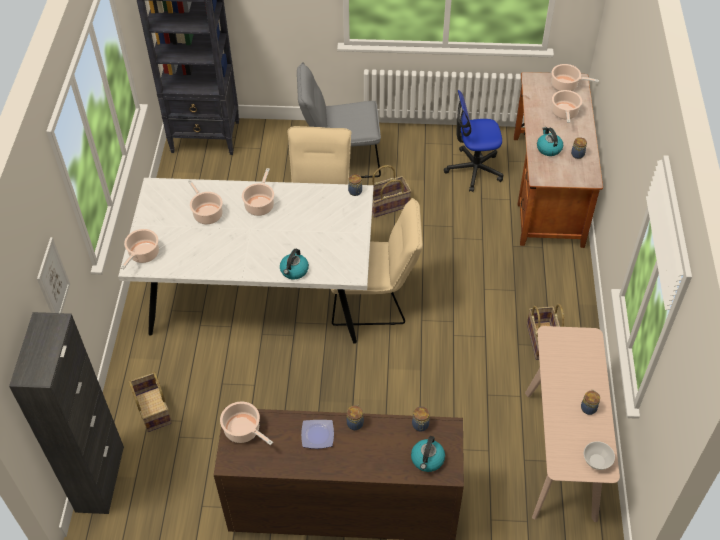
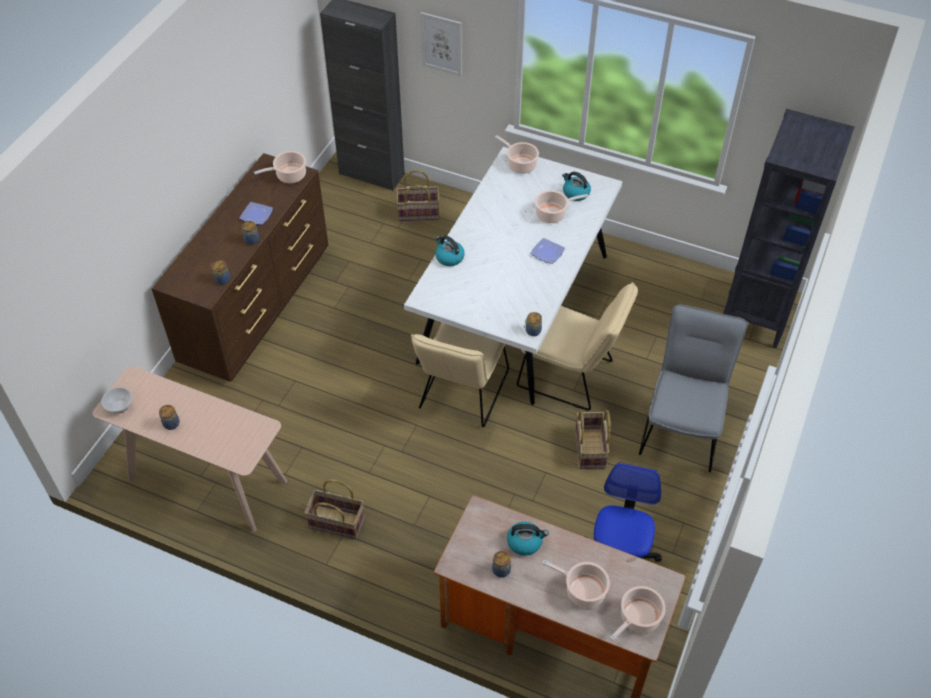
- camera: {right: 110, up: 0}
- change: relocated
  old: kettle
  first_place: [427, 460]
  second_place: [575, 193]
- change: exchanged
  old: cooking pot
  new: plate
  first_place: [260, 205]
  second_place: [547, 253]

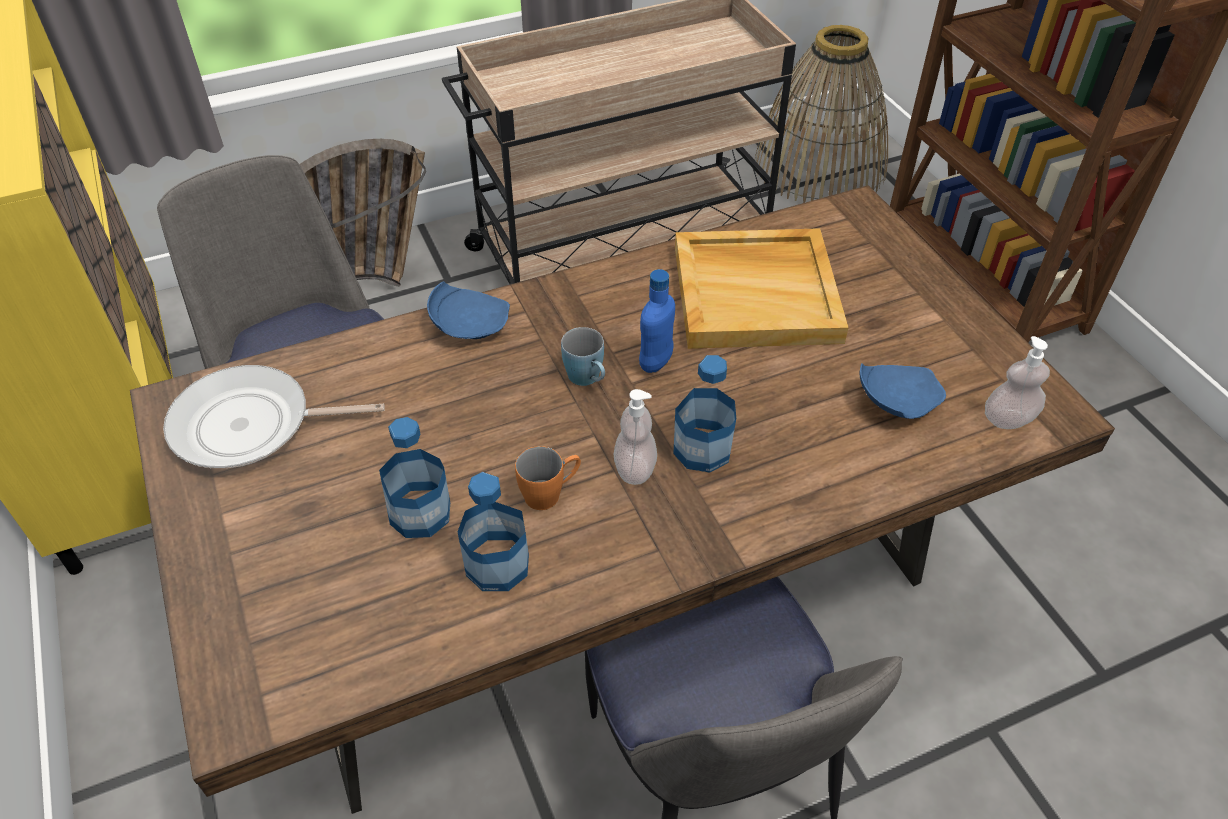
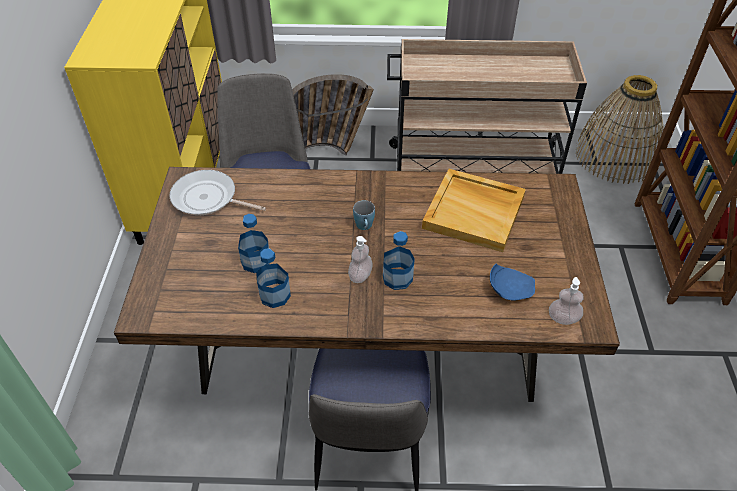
- camera: {right: 25, up: 0}
- change: missing
  old: plate (blue)
  first_place: [469, 324]
- change: missing
  old: mug (orange)
  first_place: [550, 493]
- change: missing
  old: bottle (blue)
  first_place: [656, 362]

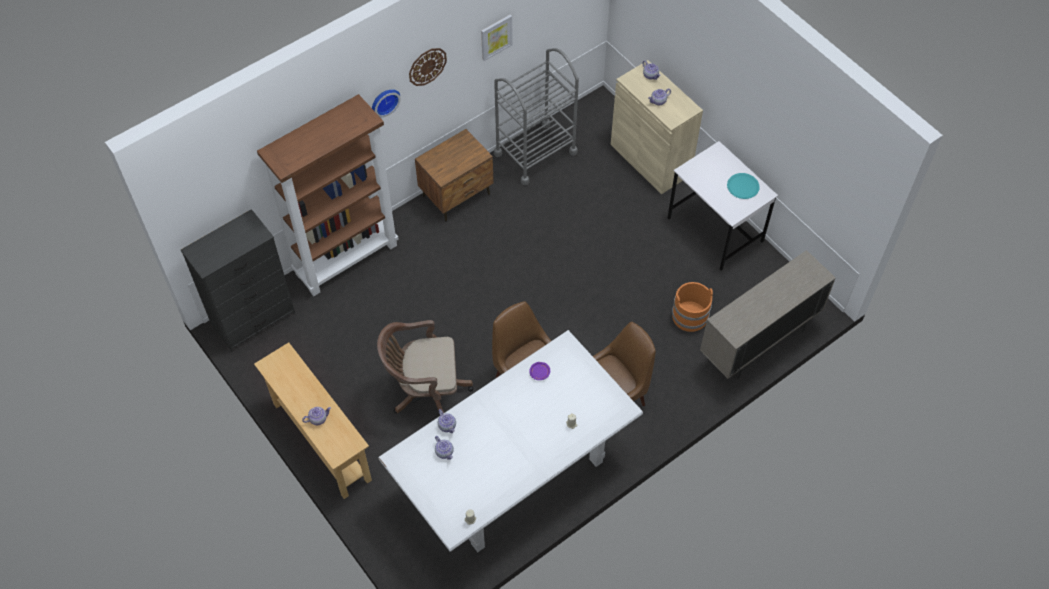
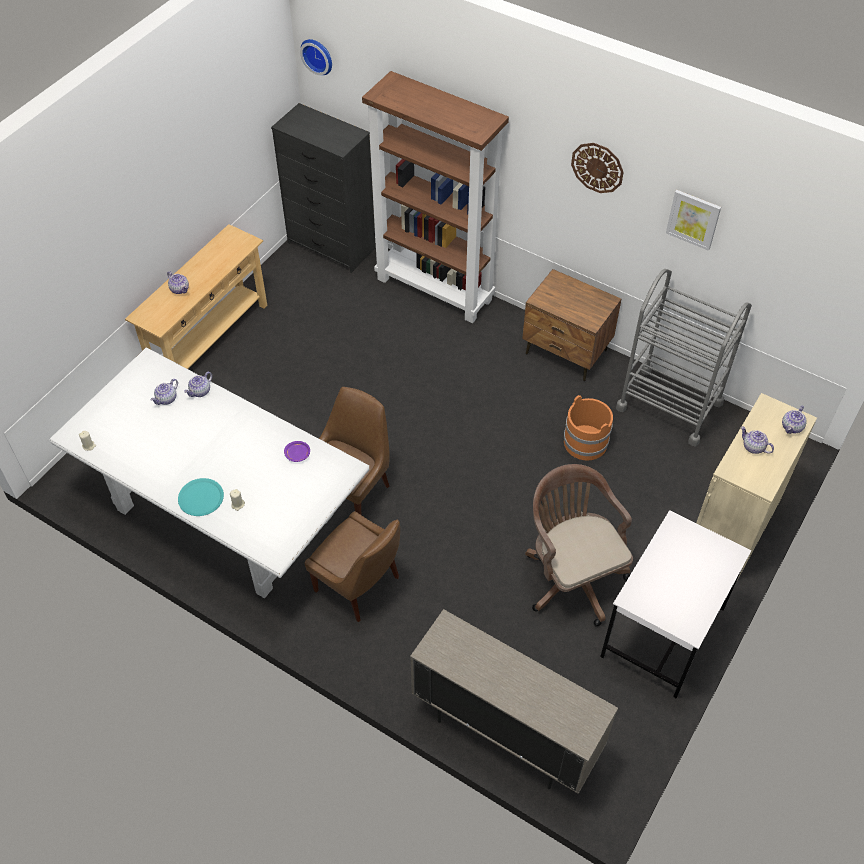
- camera: {right: 70, up: -5}
- change: relocated
  old: wall clock
  first_place: [384, 101]
  second_place: [318, 55]
- change: relocated
  old: office chair (brown)
  first_place: [425, 390]
  second_place: [571, 576]
- change: relocated
  old: bucket (orange)
  first_place: [690, 316]
  second_place: [585, 442]
- change: relocated
  old: plate (turquoise)
  first_place: [743, 186]
  second_place: [201, 498]

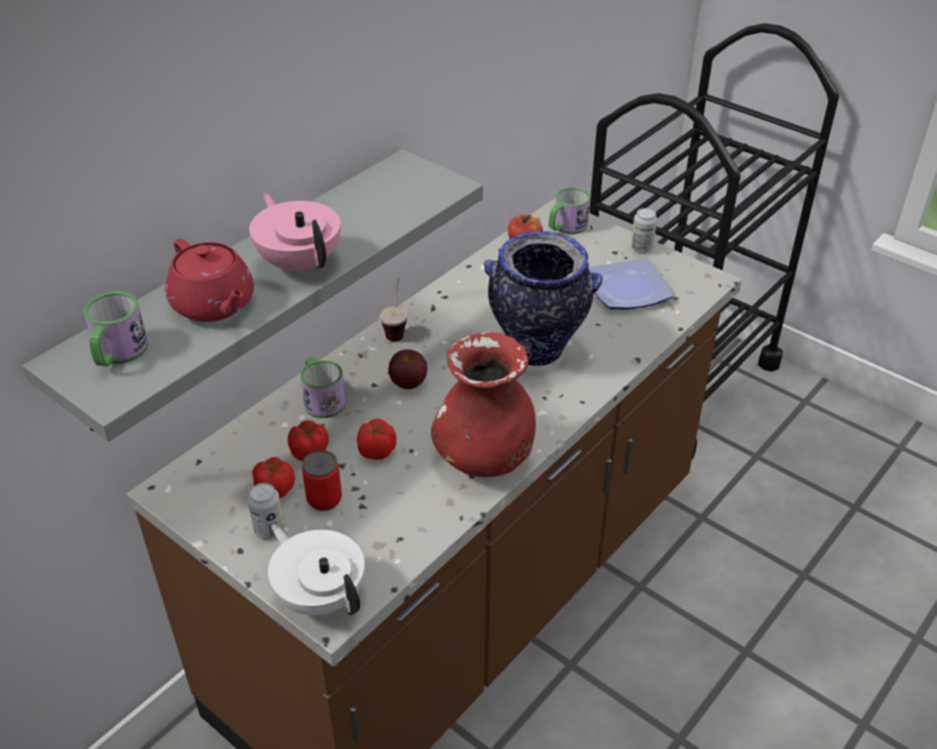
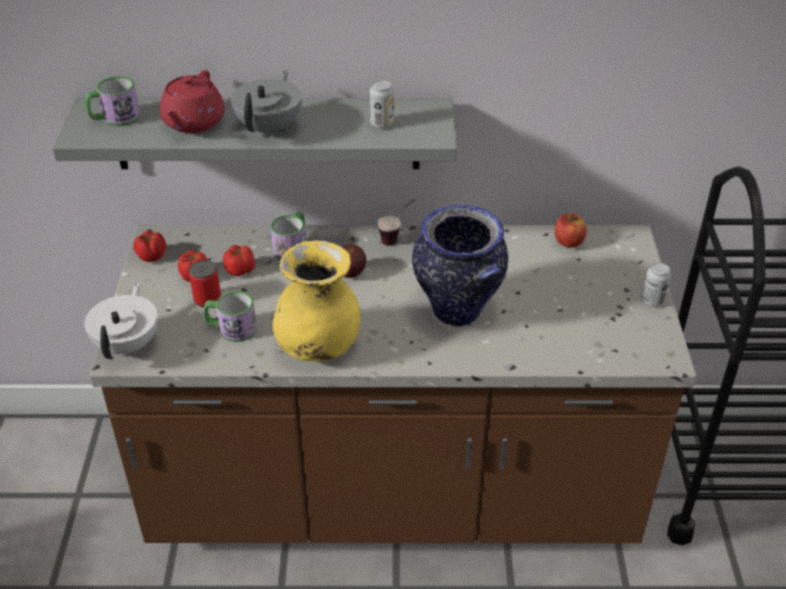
- camera: {right: 50, up: 0}
- change: missing
  old: plate
  first_place: [626, 290]
- change: relocated
  old: can
  first_place: [269, 530]
  second_place: [381, 123]
- change: relocated
  old: tomato
  first_place: [376, 451]
  second_place: [151, 256]
- change: relocated
  old: mug
  first_place: [566, 227]
  second_place: [231, 328]
- change: colour
  old: teapot (pink)
  new: teapot (grey)
  first_place: [300, 263]
  second_place: [270, 128]
- change: colour
  old: vase (red)
  new: vase (yellow)
  first_place: [484, 457]
  second_place: [318, 346]

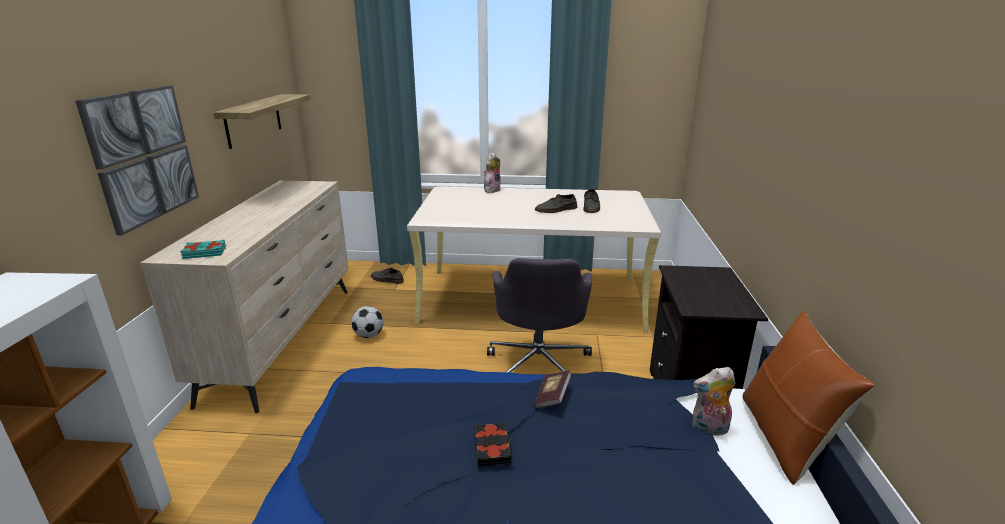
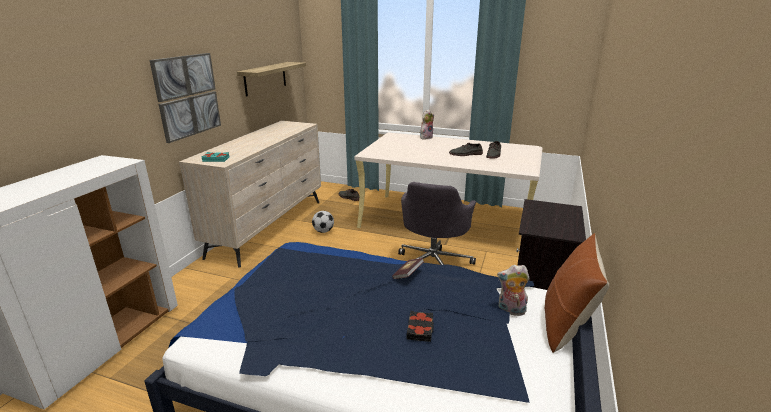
- camera: {right: 15, up: 0}
- change: relocated
  old: book (black)
  first_place: [493, 448]
  second_place: [420, 329]

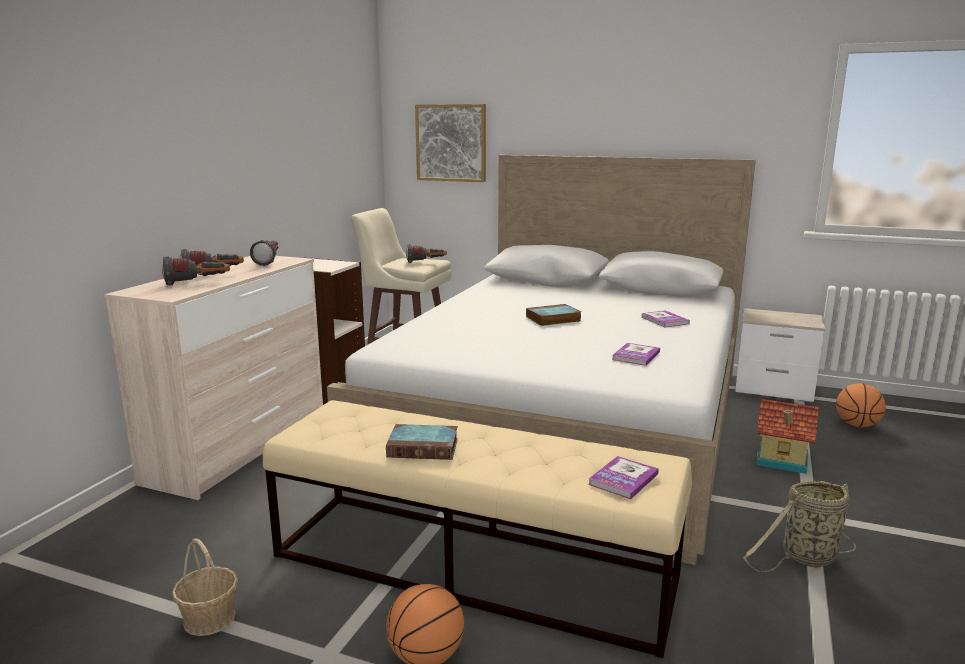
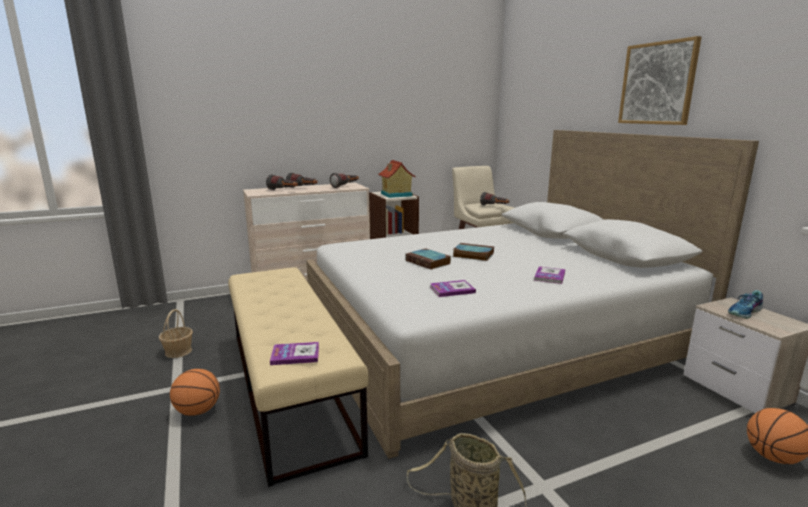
- camera: {right: 45, up: 0}
- change: appeared
  new: shoe
  second_place: [745, 312]
- change: relocated
  old: book
  first_place: [424, 447]
  second_place: [428, 262]
- change: relocated
  old: picture
  first_place: [451, 143]
  second_place: [657, 83]
- change: relocated
  old: toy house
  first_place: [782, 460]
  second_place: [395, 195]

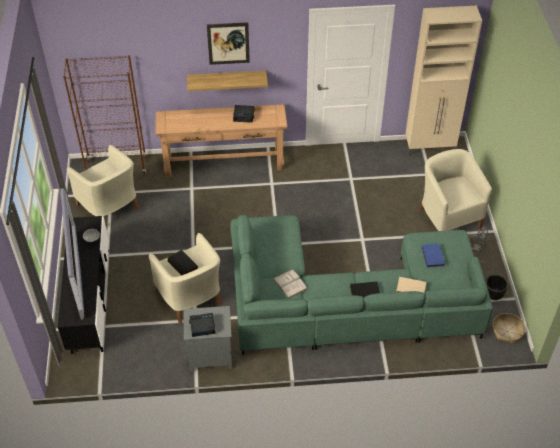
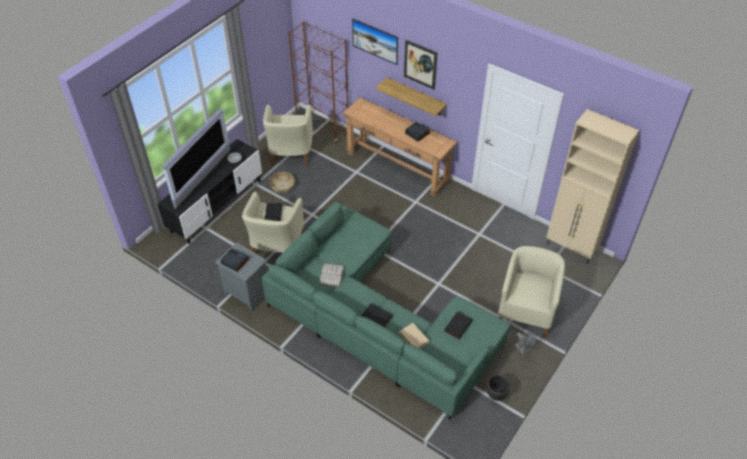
- camera: {right: 40, up: 0}
- change: appeared
  new: picture
  second_place: [375, 48]
- change: relocated
  old: basket
  first_place: [507, 331]
  second_place: [282, 185]
- change: colour
  old: book (blue)
  new: book (black)
  first_place: [432, 256]
  second_place: [457, 325]

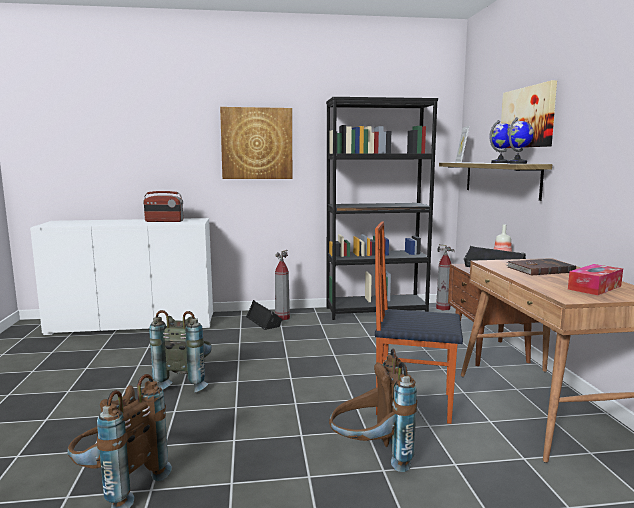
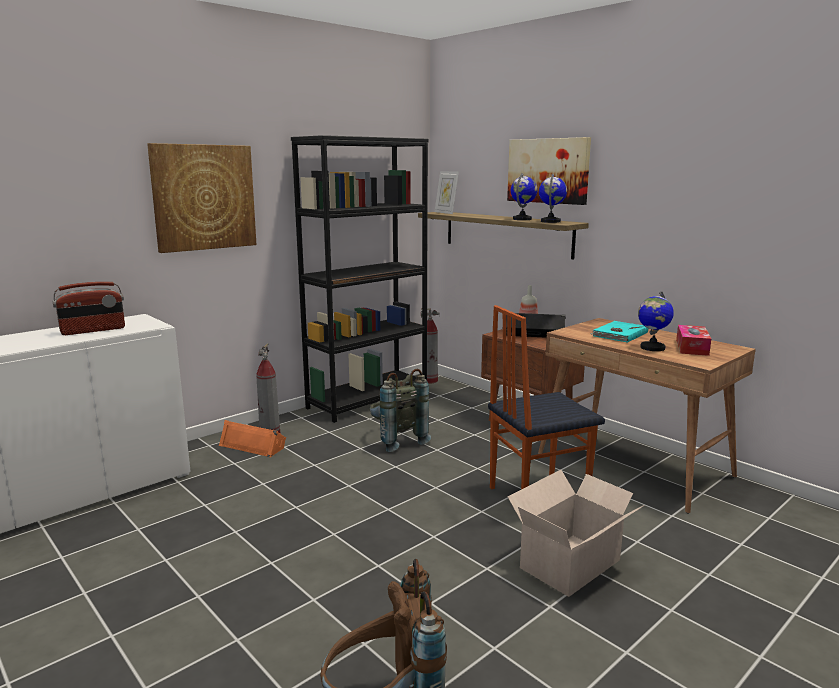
- camera: {right: -35, up: 5}
- change: appeared
  new: globe
  second_place: [652, 348]
- change: relocated
  old: backpack (grey)
  first_place: [186, 381]
  second_place: [396, 440]
- change: exchanged
  old: backpack (brown)
  new: cardboard box
  first_place: [371, 457]
  second_place: [572, 563]
- change: colour
  old: speaker (black)
  new: speaker (orange)
  first_place: [264, 321]
  second_place: [253, 445]
- change: colour
  old: book (brown)
  new: book (turquoise)
  first_place: [539, 269]
  second_place: [619, 334]

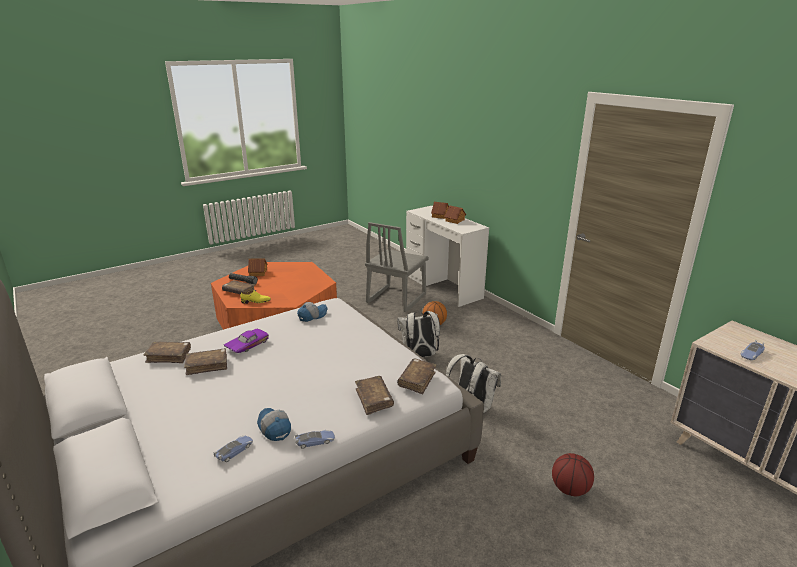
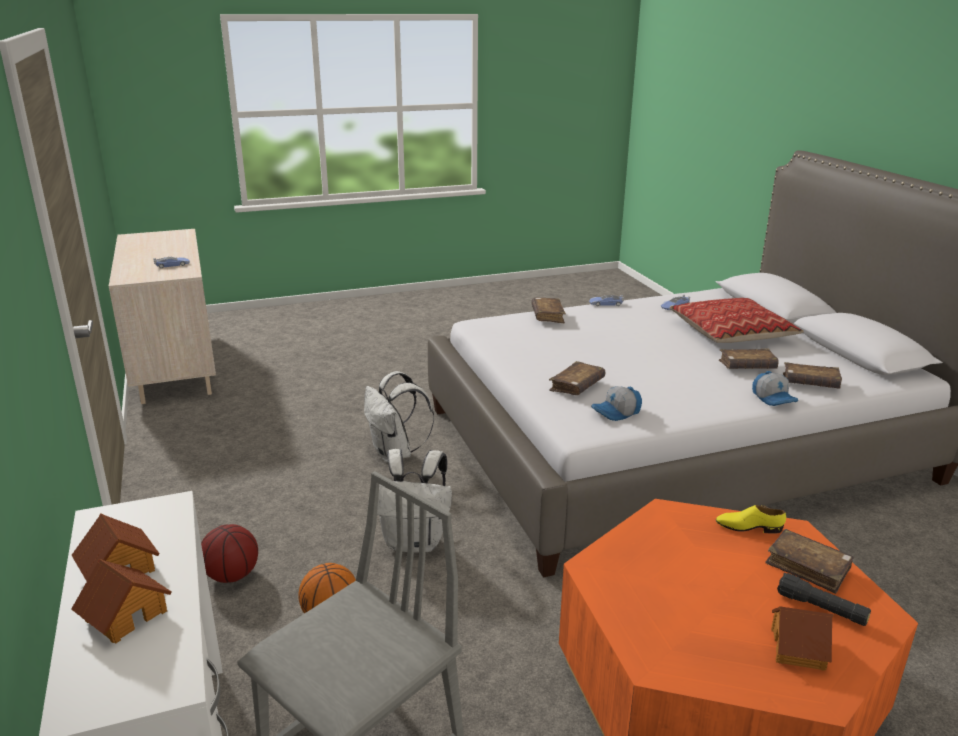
- camera: {right: -165, up: 0}
- change: missing
  old: toy car (purple)
  first_place: [246, 345]
- change: appeared
  new: pillow
  second_place: [732, 332]
- change: relocated
  old: cap
  first_place: [273, 428]
  second_place: [774, 398]
- change: relocated
  old: book (brown)
  first_place: [417, 380]
  second_place: [576, 386]
- change: relocated
  old: basketball
  first_place: [569, 489]
  second_place: [232, 576]

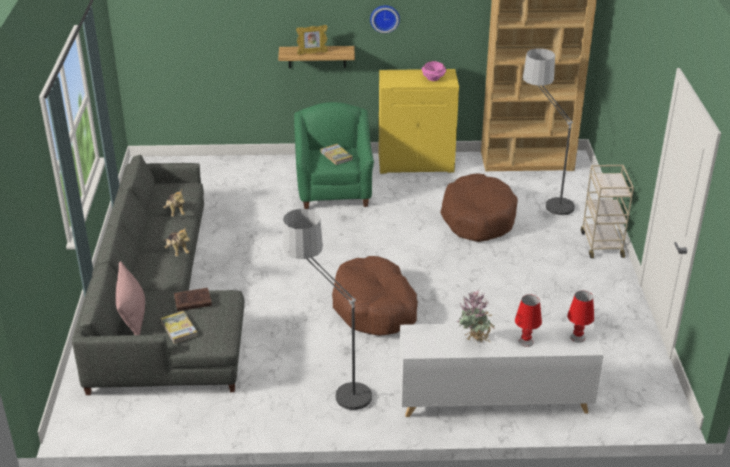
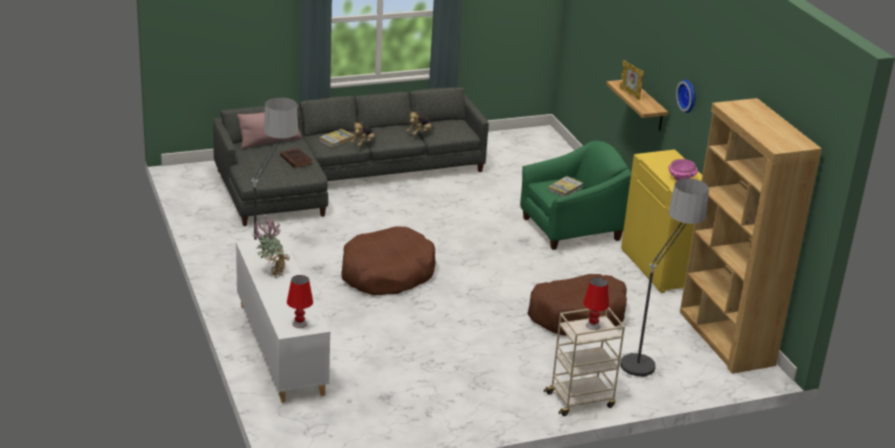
- camera: {right: 70, up: -5}
- change: relocated
  old: book
  first_place: [179, 328]
  second_place: [336, 139]
- change: relocated
  old: table lamp (red)
  first_place: [526, 342]
  second_place: [593, 326]

